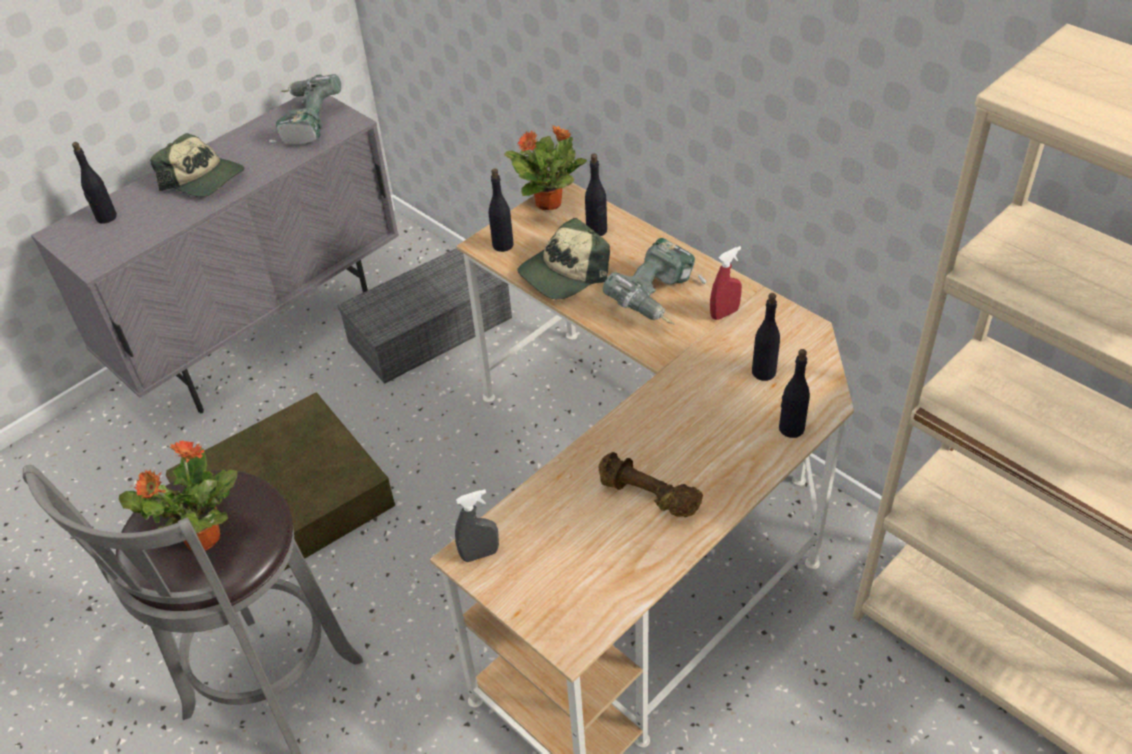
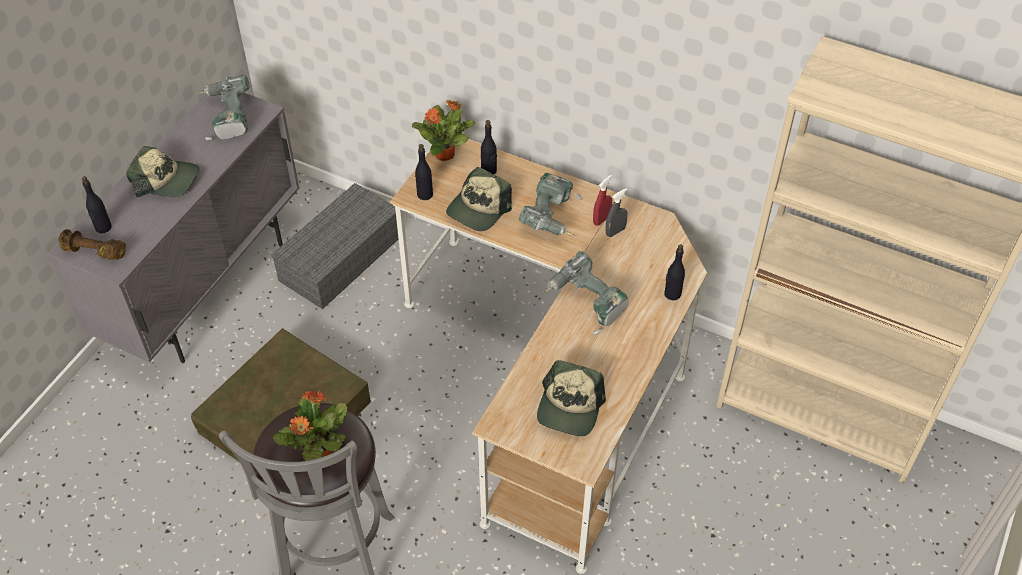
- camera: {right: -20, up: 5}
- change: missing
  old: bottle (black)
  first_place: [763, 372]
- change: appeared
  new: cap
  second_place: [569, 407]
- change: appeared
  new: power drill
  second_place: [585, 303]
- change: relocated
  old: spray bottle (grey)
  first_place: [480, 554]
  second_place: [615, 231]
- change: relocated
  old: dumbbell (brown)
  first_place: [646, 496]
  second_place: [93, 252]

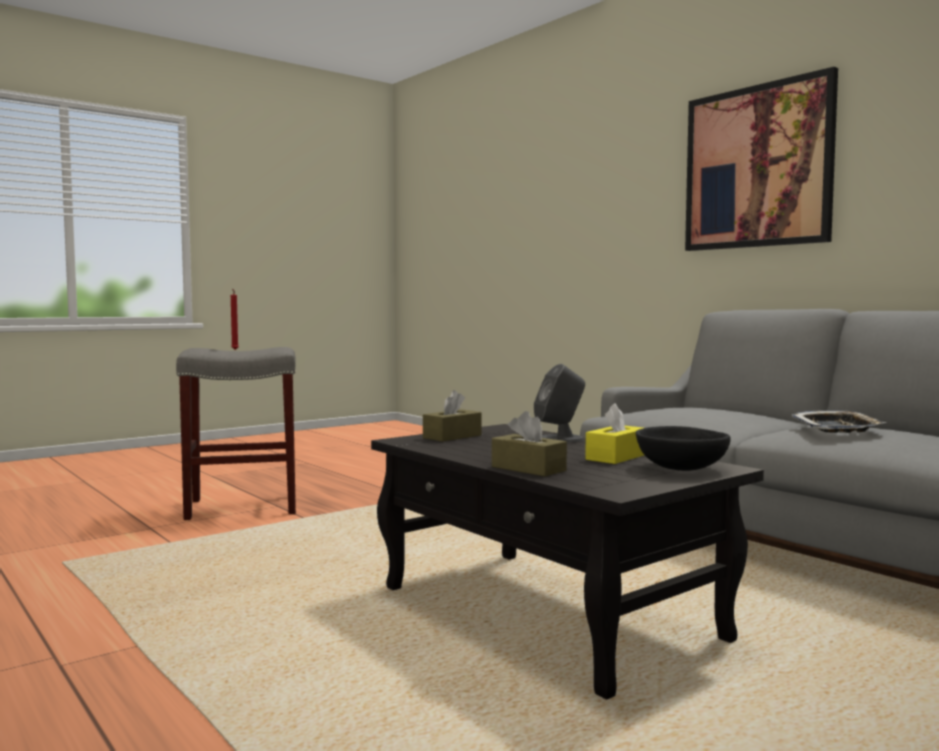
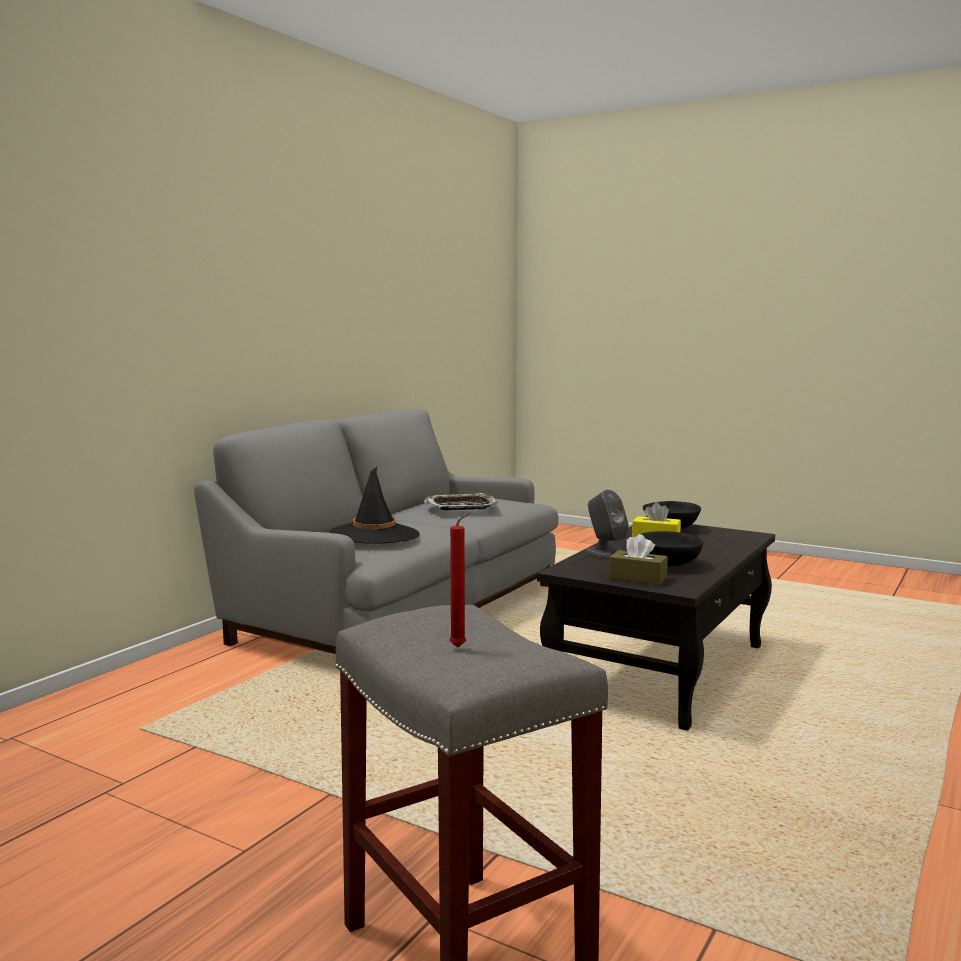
- camera: {right: -110, up: 5}
- change: missing
  old: tissue box (brown)
  first_place: [528, 469]
- change: missing
  old: picture
  first_place: [757, 167]
- change: appeared
  new: hat (black)
  second_place: [374, 534]
- change: appeared
  new: bowl (black)
  second_place: [669, 564]

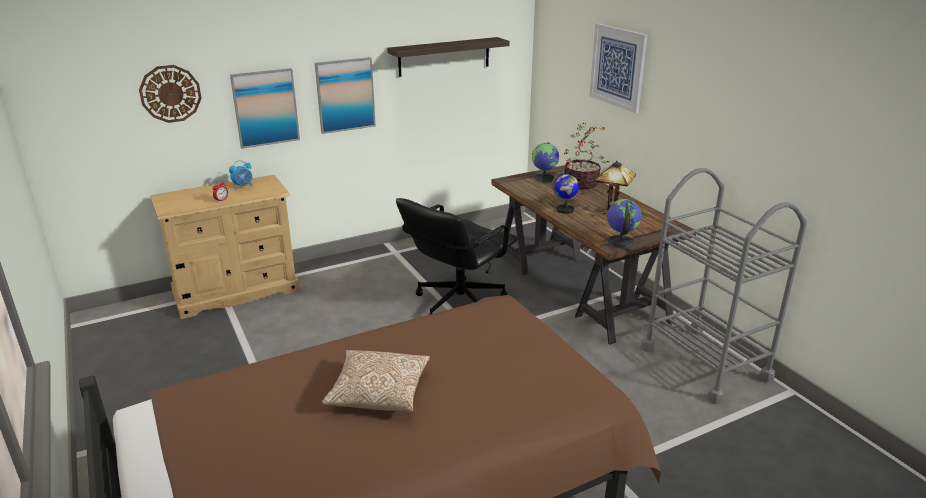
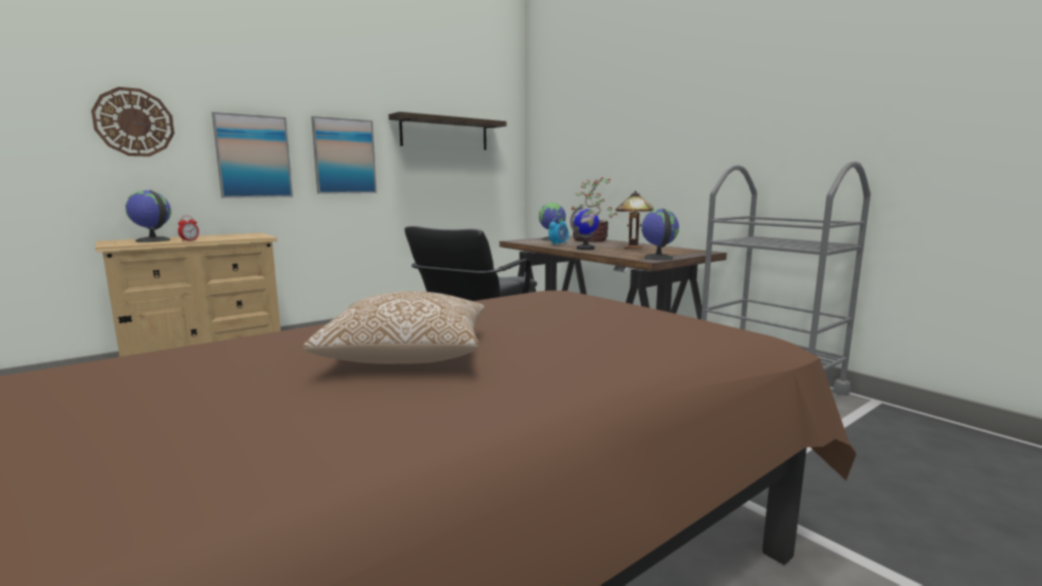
- camera: {right: -10, up: -15}
- change: missing
  old: picture
  first_place: [618, 67]
- change: appeared
  new: globe
  second_place: [152, 240]
- change: relocated
  old: alarm clock
  first_place: [243, 186]
  second_place: [558, 244]

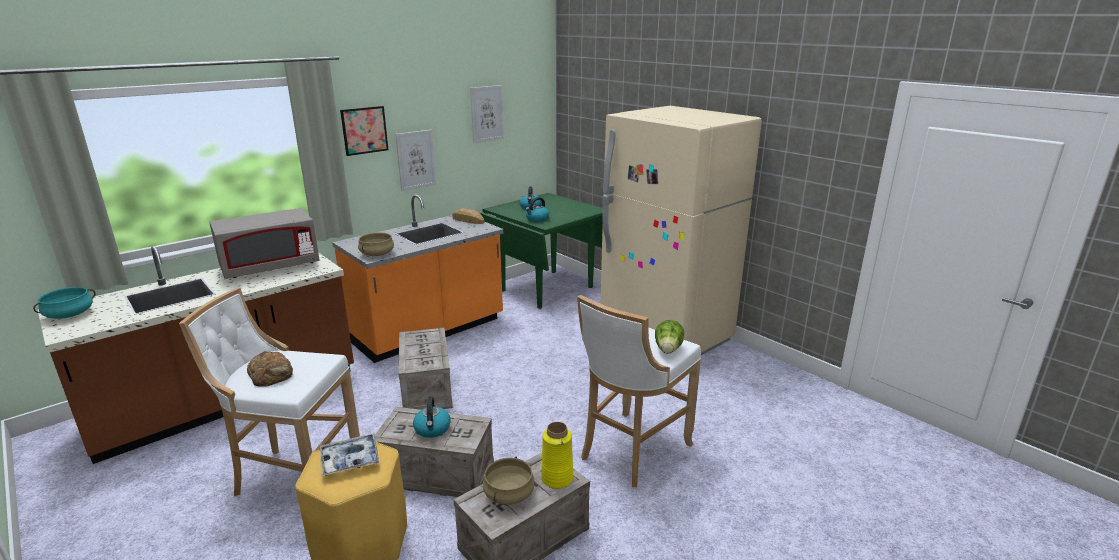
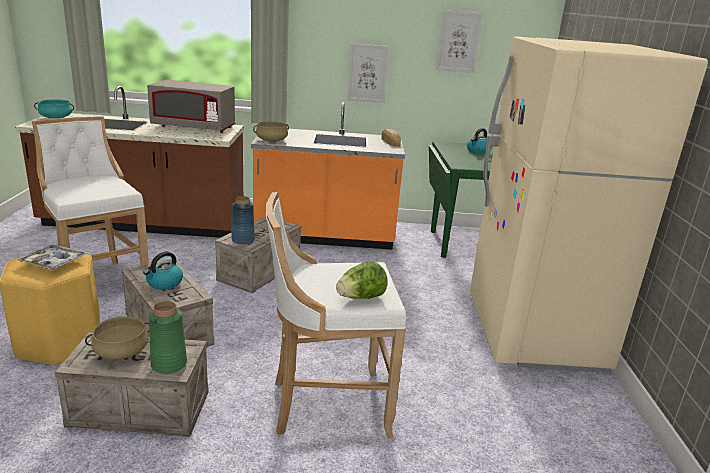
- camera: {right: 40, up: 0}
- change: missing
  old: bread
  first_place: [272, 374]
- change: missing
  old: picture
  first_place: [364, 130]
- change: missing
  old: kettle
  first_place: [537, 219]
- change: appeared
  new: vase (blue)
  second_place: [243, 240]
- change: colour
  old: vase (yellow)
  new: vase (green)
  first_place: [557, 478]
  second_place: [169, 364]

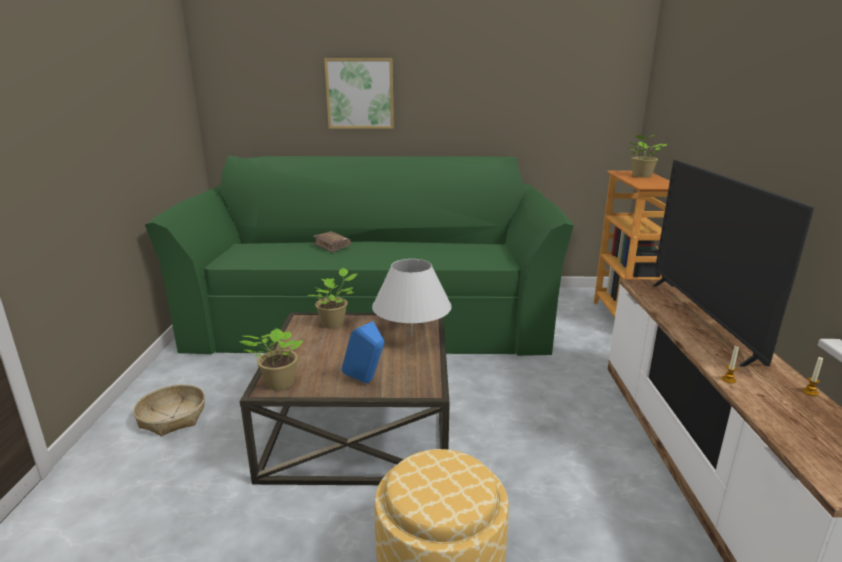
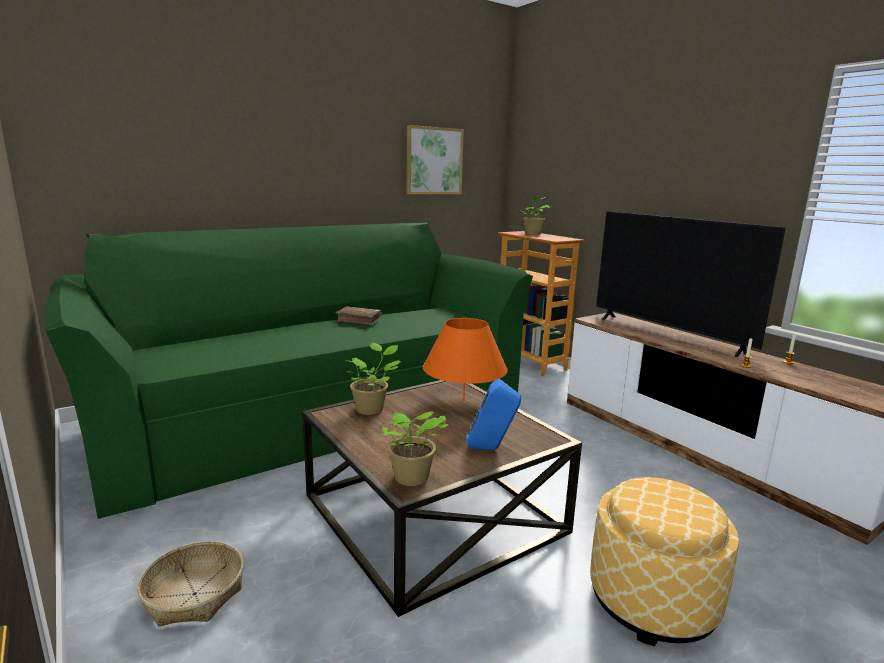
- camera: {right: -35, up: -5}
- change: relocated
  old: book (brown)
  first_place: [332, 246]
  second_place: [359, 321]
- change: relocated
  old: picture
  first_place: [360, 94]
  second_place: [434, 161]
- change: colour
  old: table lamp (white)
  new: table lamp (orange)
  first_place: [412, 336]
  second_place: [464, 400]

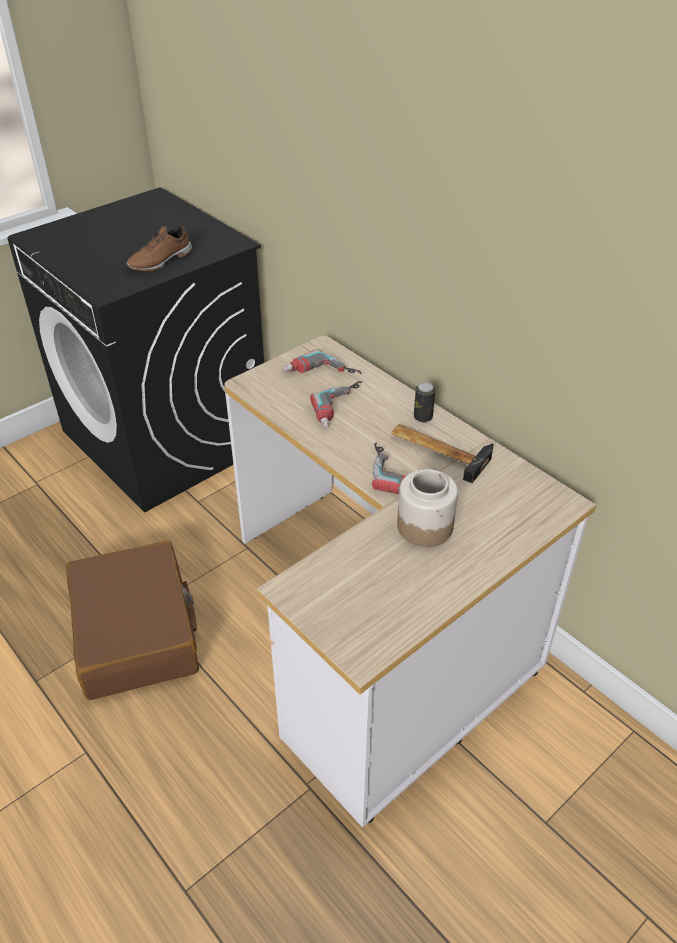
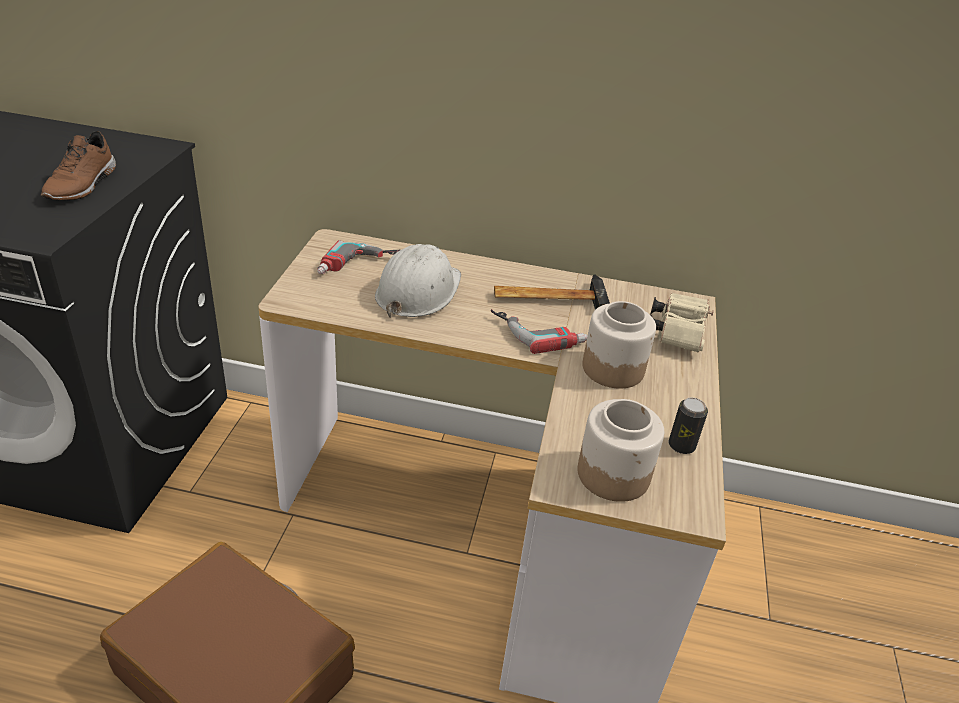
- camera: {right: -40, up: -5}
- change: appeared
  new: jar
  second_place: [614, 474]
- change: appeared
  new: binoculars (beige)
  second_place: [677, 332]
- change: relocated
  old: can
  first_place: [423, 417]
  second_place: [681, 445]
- change: exchanged
  old: power drill
  new: hard hat (white)
  first_place: [342, 408]
  second_place: [418, 291]

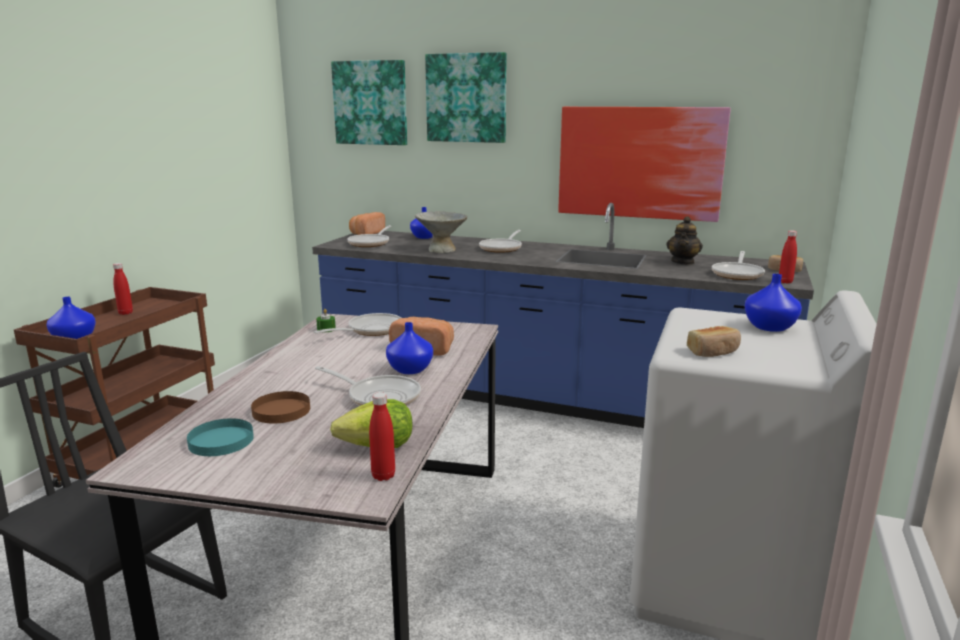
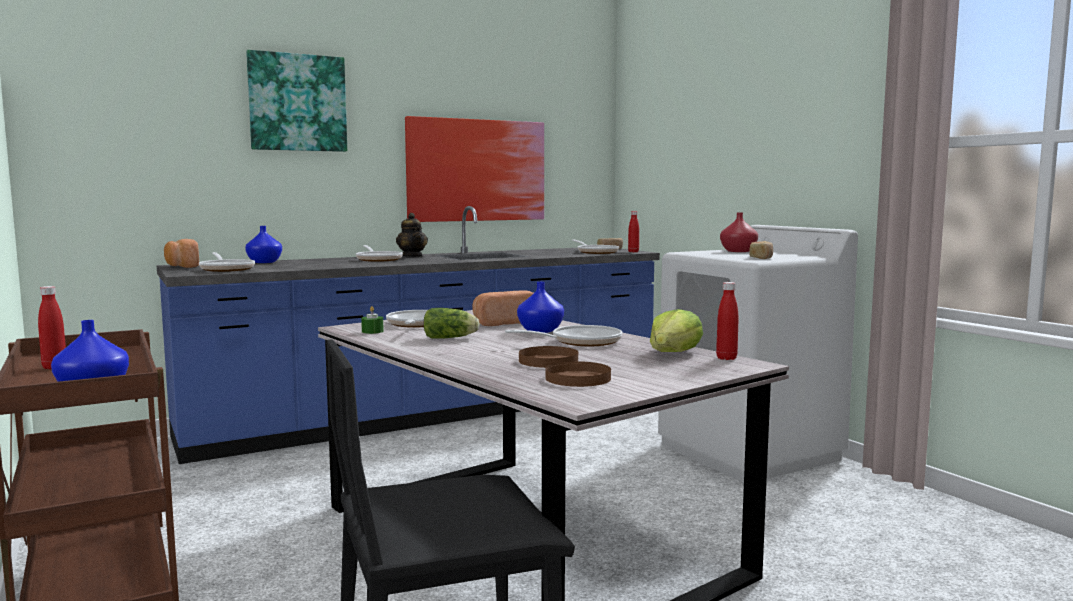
- camera: {right: -50, up: -10}
- change: missing
  old: picture
  first_place: [370, 103]
- change: missing
  old: bowl (grey)
  first_place: [441, 250]
- change: appeared
  new: lettuce
  second_place: [451, 338]
- change: relocated
  old: teapot
  first_place: [683, 262]
  second_place: [412, 256]
- change: colour
  old: plate (turquoise)
  new: plate (brown)
  first_place: [221, 441]
  second_place: [578, 378]
- change: colour
  old: vase (blue)
  new: vase (red)
  first_place: [769, 327]
  second_place: [738, 251]

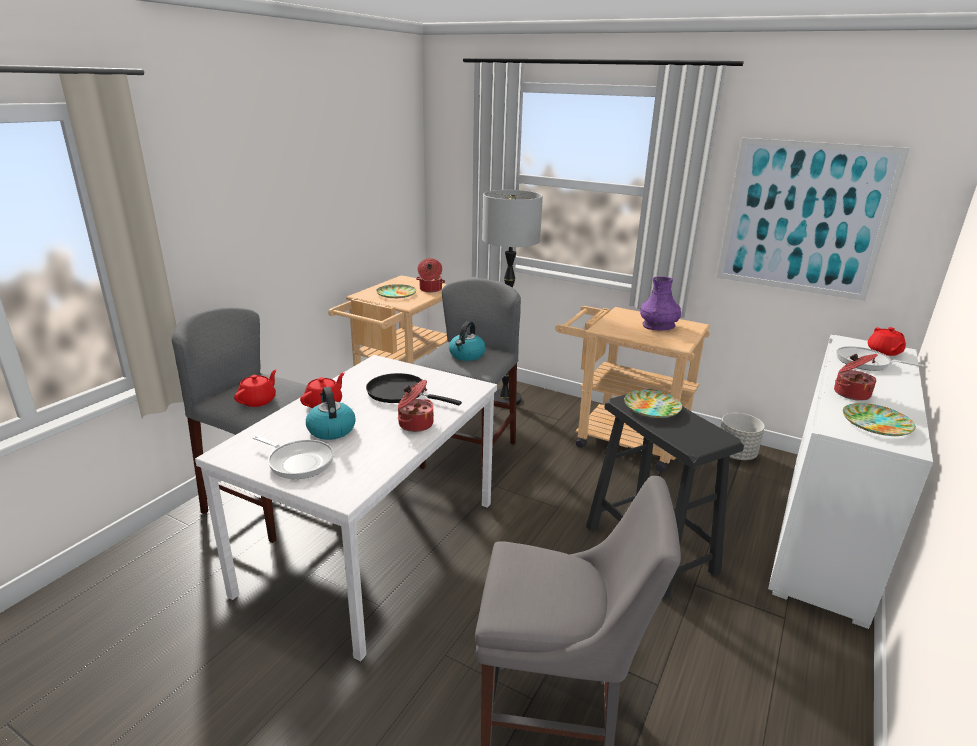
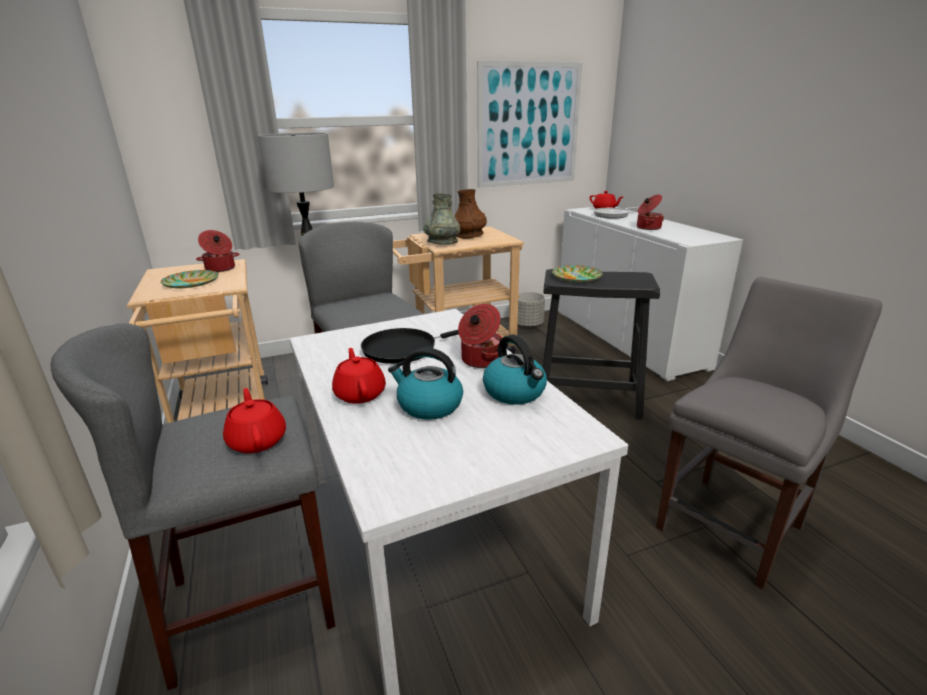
- camera: {right: -50, up: 0}
- change: missing
  old: frying pan
  first_place: [298, 461]
- change: missing
  old: plate
  first_place: [875, 423]
- change: appeared
  new: vase (grey)
  second_place: [442, 242]
- change: relocated
  old: kettle
  first_place: [467, 355]
  second_place: [515, 392]
- change: colour
  old: vase (purple)
  new: vase (brown)
  first_place: [658, 326]
  second_place: [469, 235]

